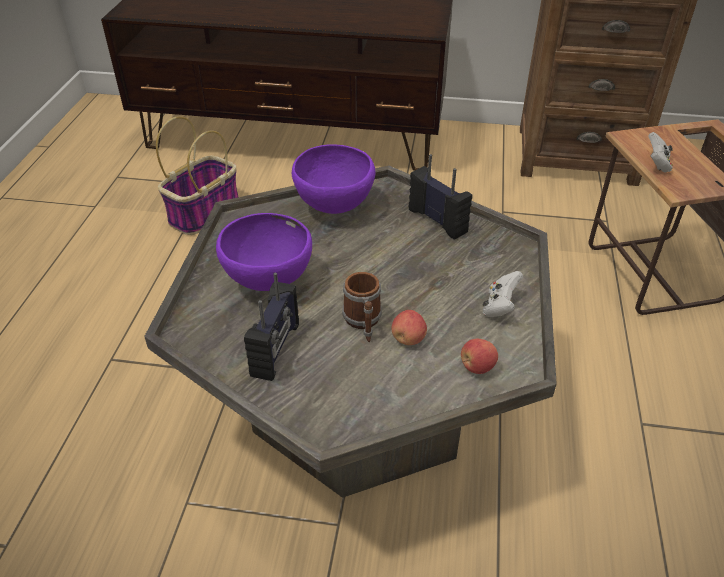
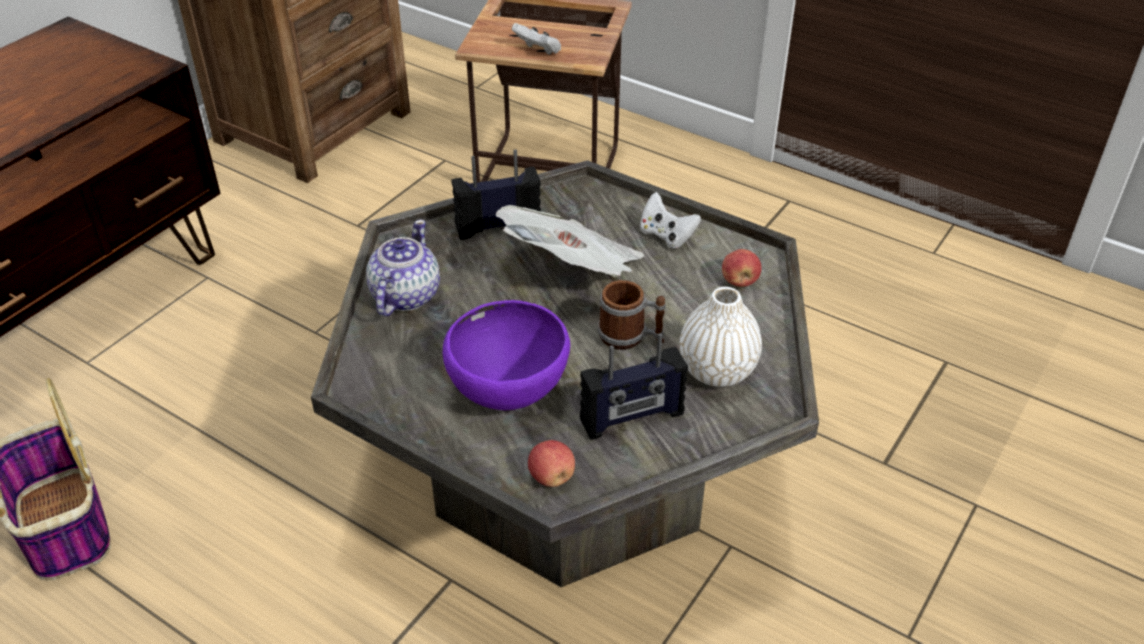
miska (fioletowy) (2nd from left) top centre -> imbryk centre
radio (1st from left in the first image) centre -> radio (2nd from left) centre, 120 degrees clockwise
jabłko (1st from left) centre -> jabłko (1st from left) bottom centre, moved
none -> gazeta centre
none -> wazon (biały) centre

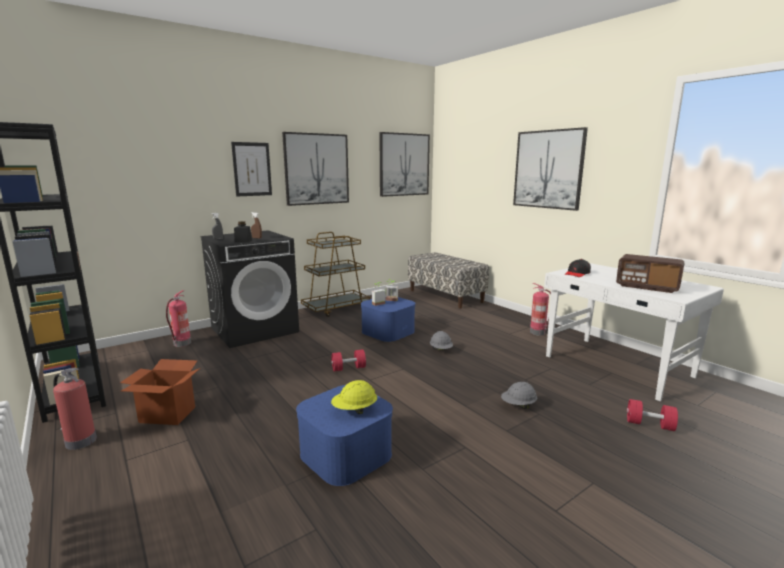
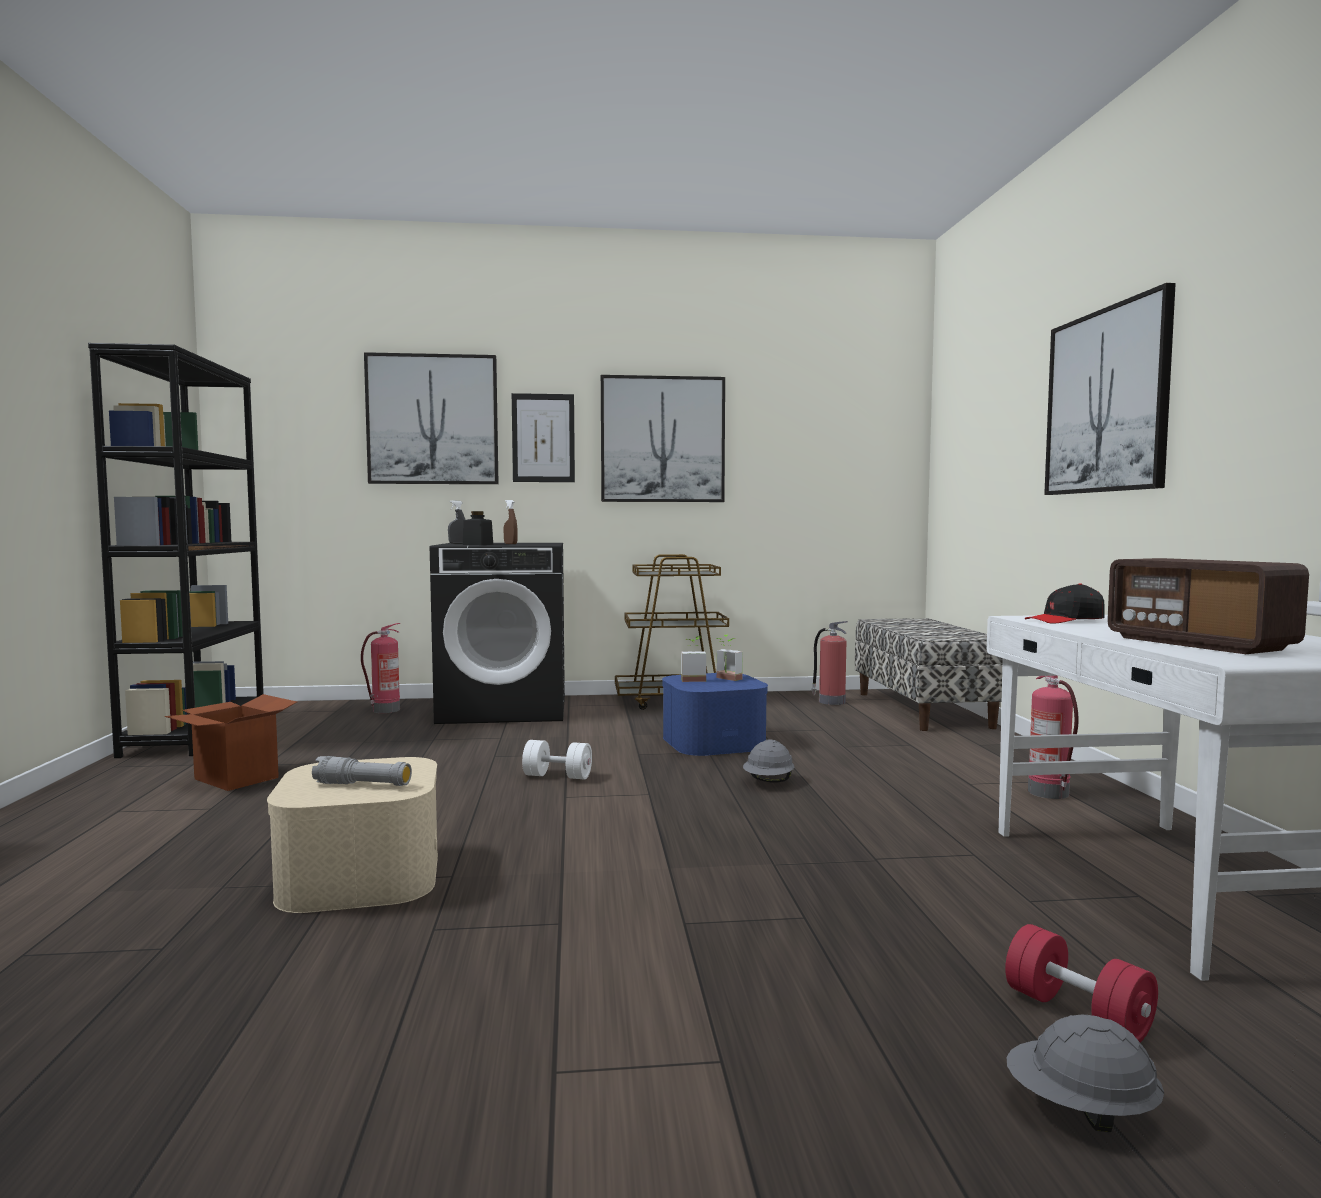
obraz (3rd from left in the first image) top centre -> obraz (1st from left) middle left, moved
hantel (czerwony) (1st from left) centre -> hantel (biały) centre
gaśnica (1st from left in the first image) bottom left -> gaśnica (2nd from left) centre, moved
kask (żółty) bottom centre -> latarka (szary) middle left
kask (szary) (2nd from left) bottom centre -> kask (szary) (2nd from left) bottom right, moved
pojemnik do przechowywania (niebieski) (1st from left) bottom centre -> pojemnik do przechowywania (beżowy) bottom left

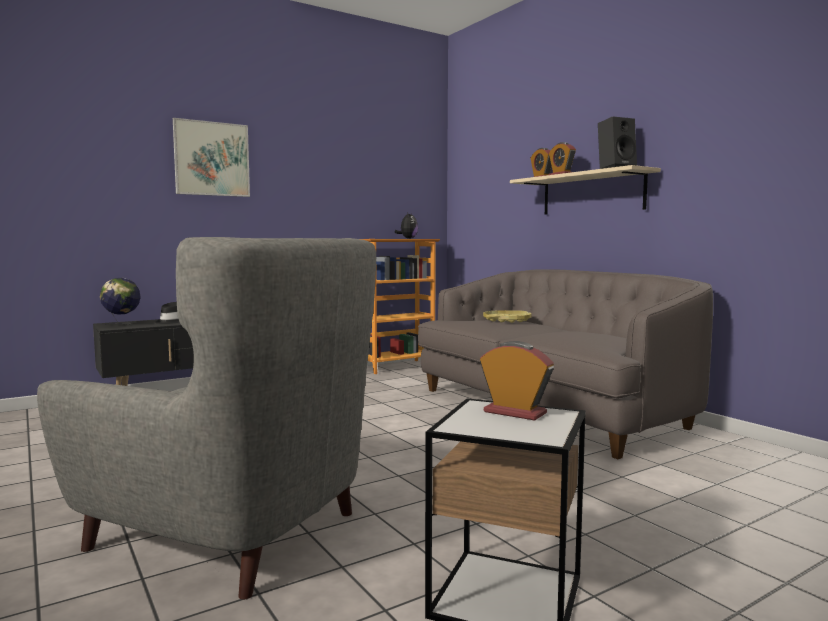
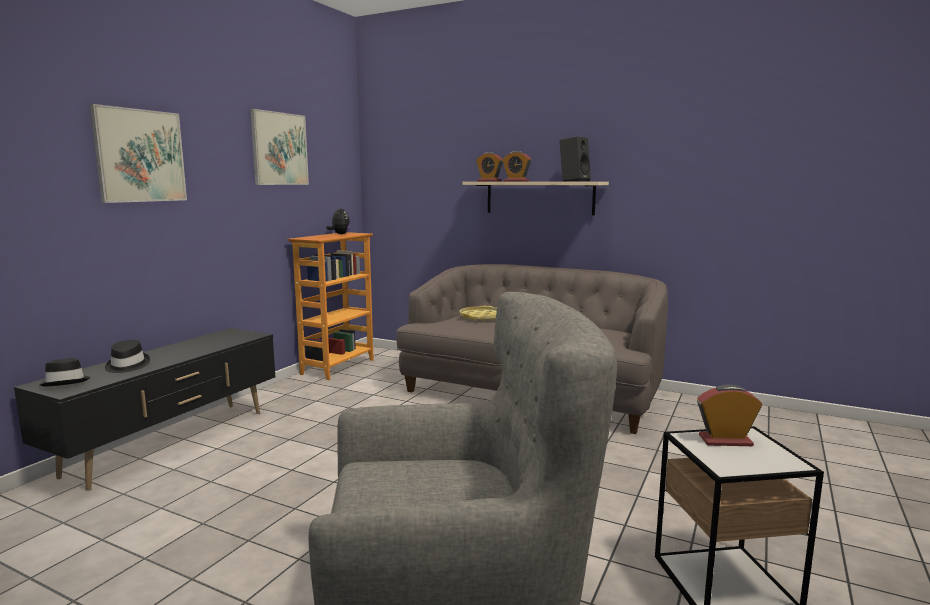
globus middle left -> kapelusz (czarny) (1st from left) middle left
none -> obraz (2nd from left) top left

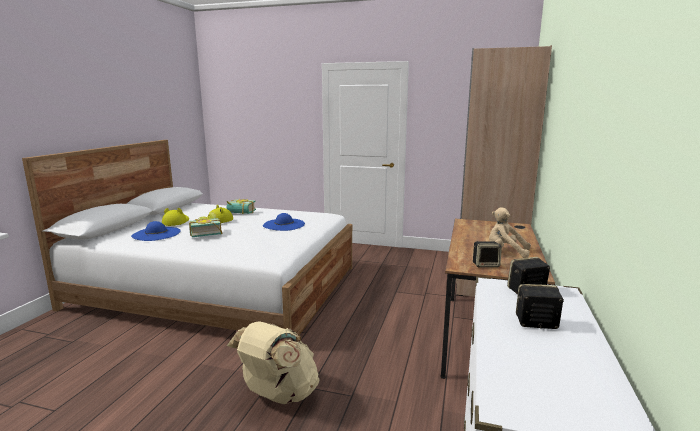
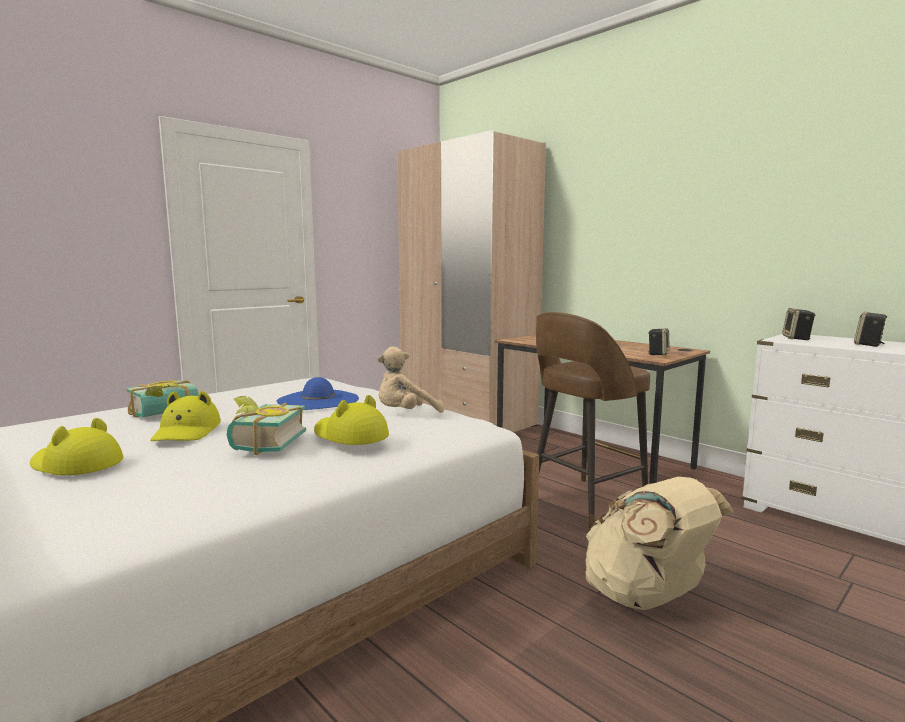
pluszak (beżowy) middle right -> pluszak (beżowy) centre, moved
kapelusz (niebieski) (1st from left) middle left -> none
none -> stołek (brązowy) centre
none -> kapelusz (żółty) (3rd from left) centre

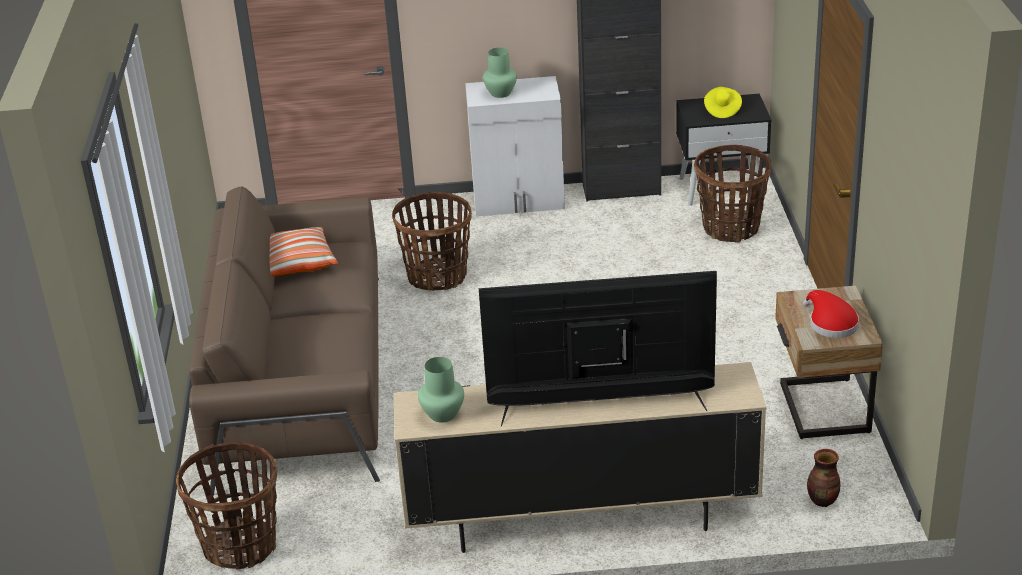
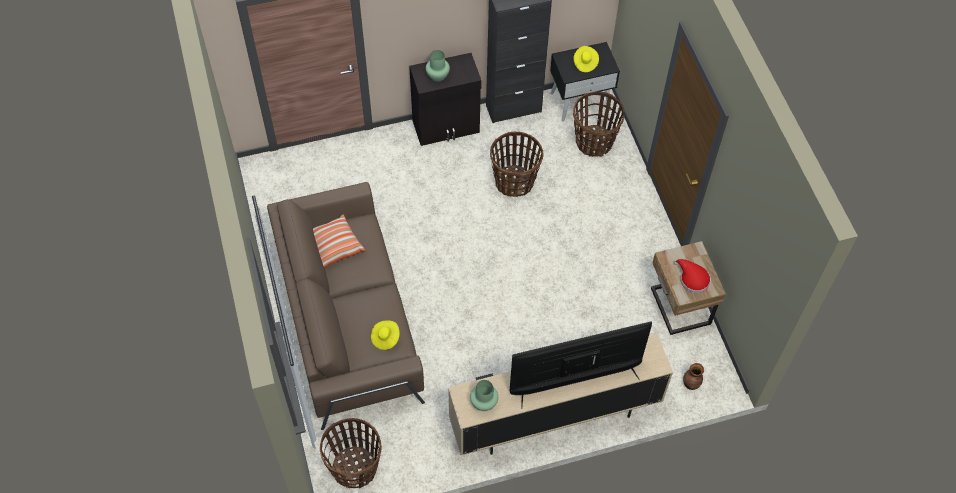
szafka (biały) top centre -> szafka (czarny) (1st from left) top centre
koszyk (2nd from left) centre -> koszyk (2nd from left) top centre, moved
none -> kapelusz (żółty) (1st from left) bottom centre

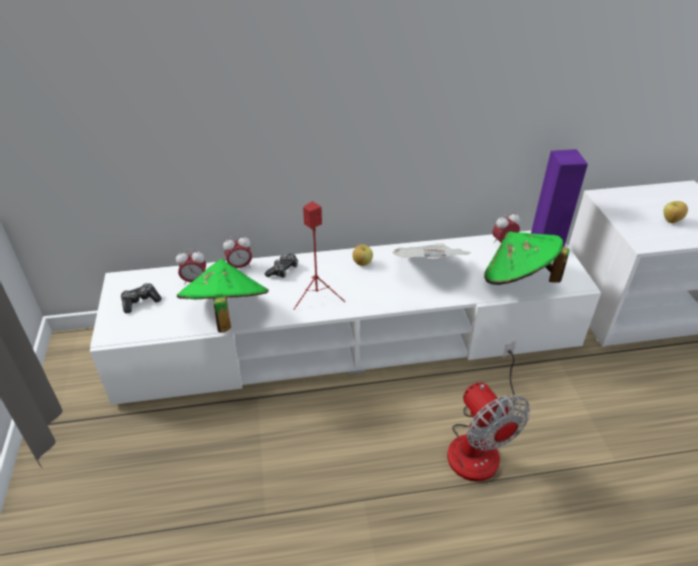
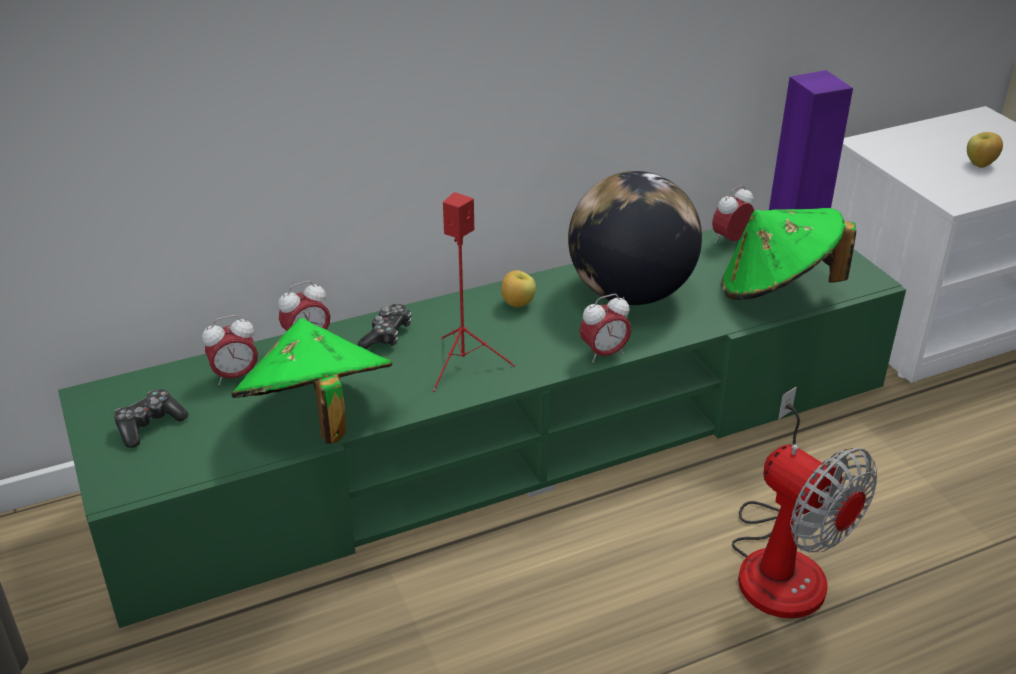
szafka pod telewizor (biały) centre -> szafka pod telewizor (zielony) centre
gazeta centre -> globus centre
none -> budzik (3rd from left) centre

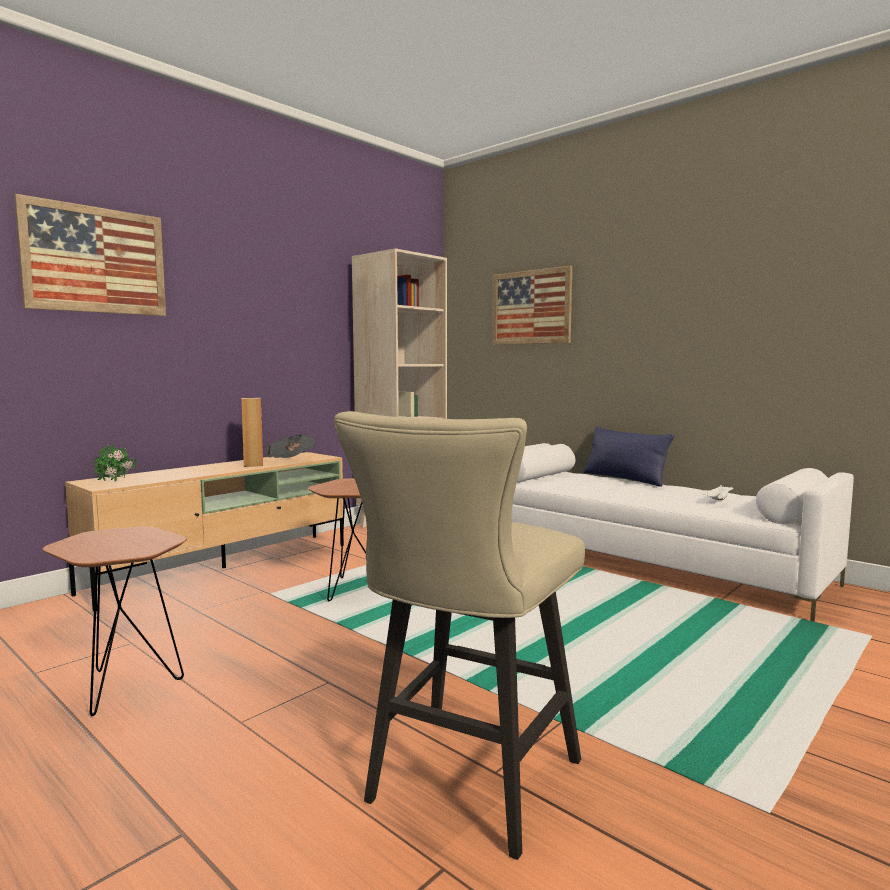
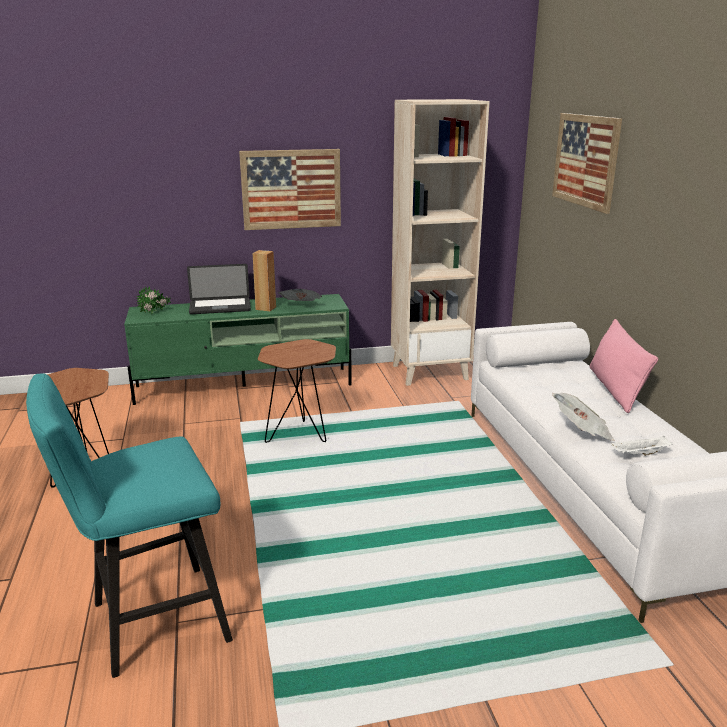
obraz (1st from left) top left -> obraz (1st from left) top centre, moved
stołek (beżowy) bottom centre -> stołek (turkusowy) bottom left
poduszka (niebieski) middle right -> poduszka (różowy) middle right
szafka pod telewizor (beżowy) middle left -> szafka pod telewizor (zielony) middle left
none -> laptop middle left
none -> gazeta (2nd from left) middle right

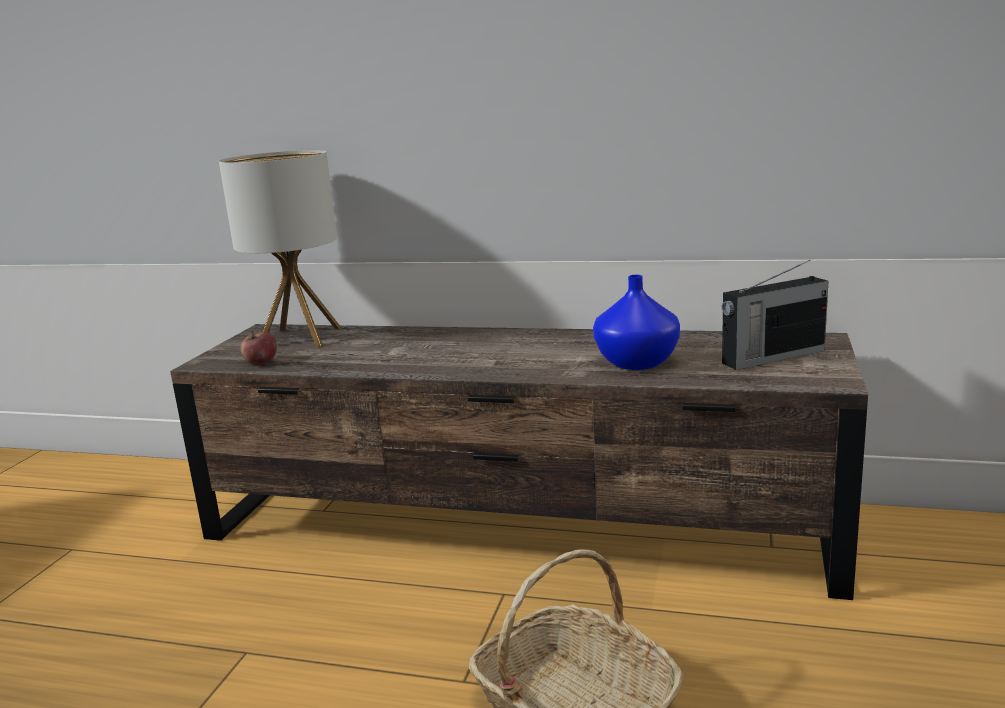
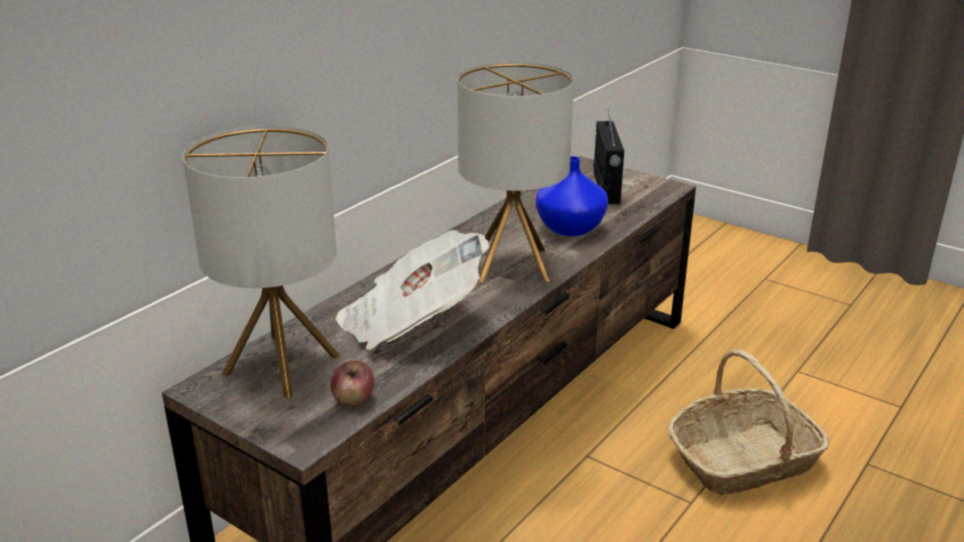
none -> lampa stołowa (2nd from left) top centre
none -> gazeta centre

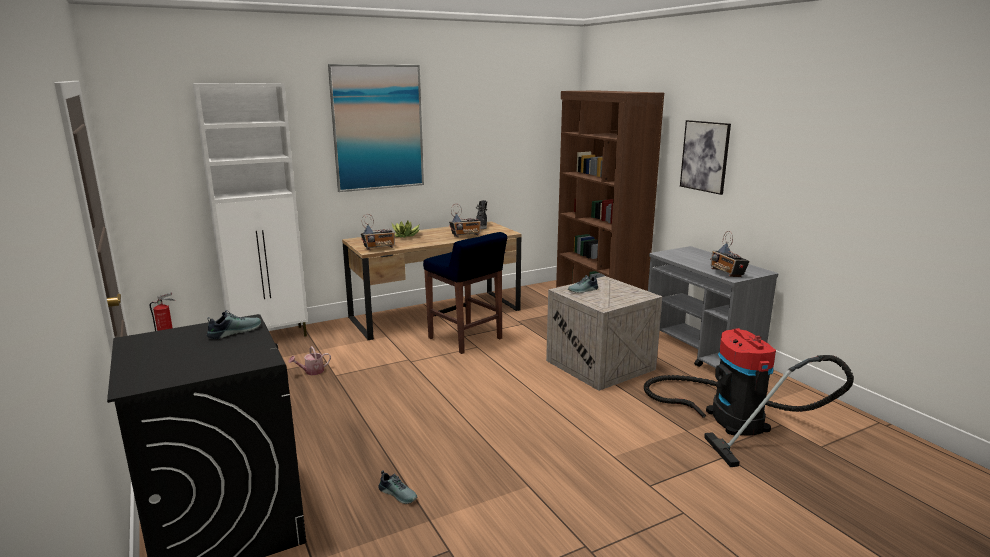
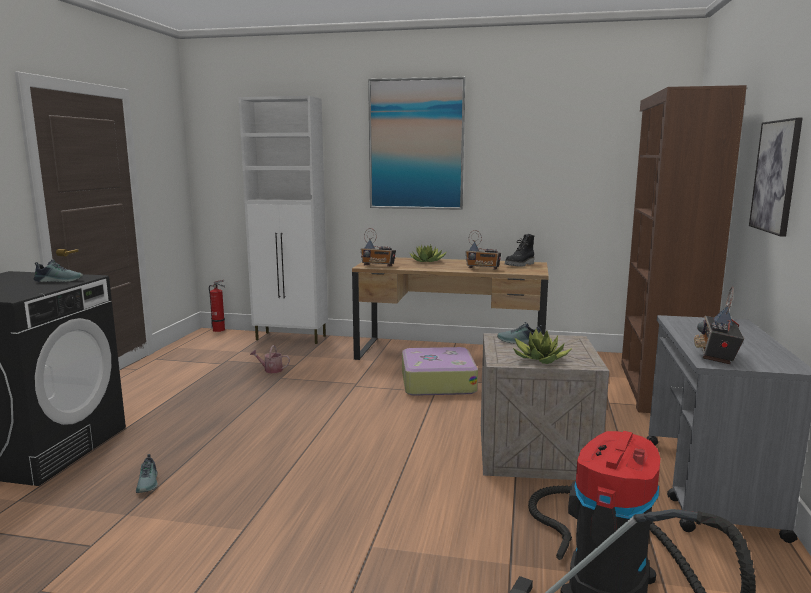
stołek (niebieski) centre -> walizka centre
none -> roślina doniczkowa (2nd from left) middle right

